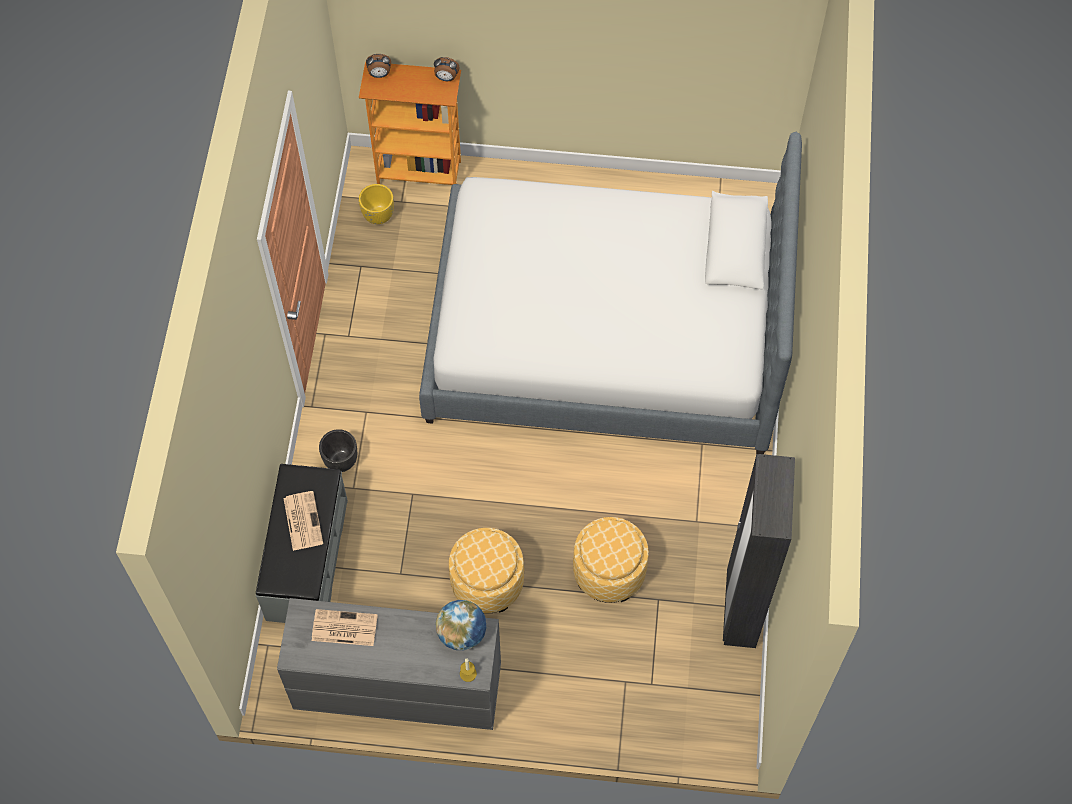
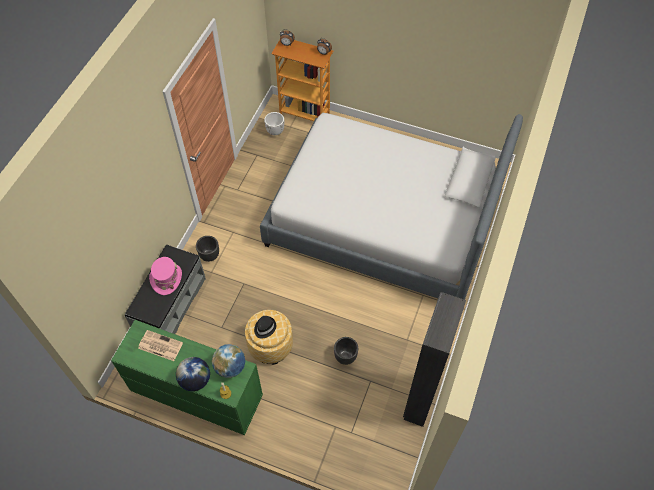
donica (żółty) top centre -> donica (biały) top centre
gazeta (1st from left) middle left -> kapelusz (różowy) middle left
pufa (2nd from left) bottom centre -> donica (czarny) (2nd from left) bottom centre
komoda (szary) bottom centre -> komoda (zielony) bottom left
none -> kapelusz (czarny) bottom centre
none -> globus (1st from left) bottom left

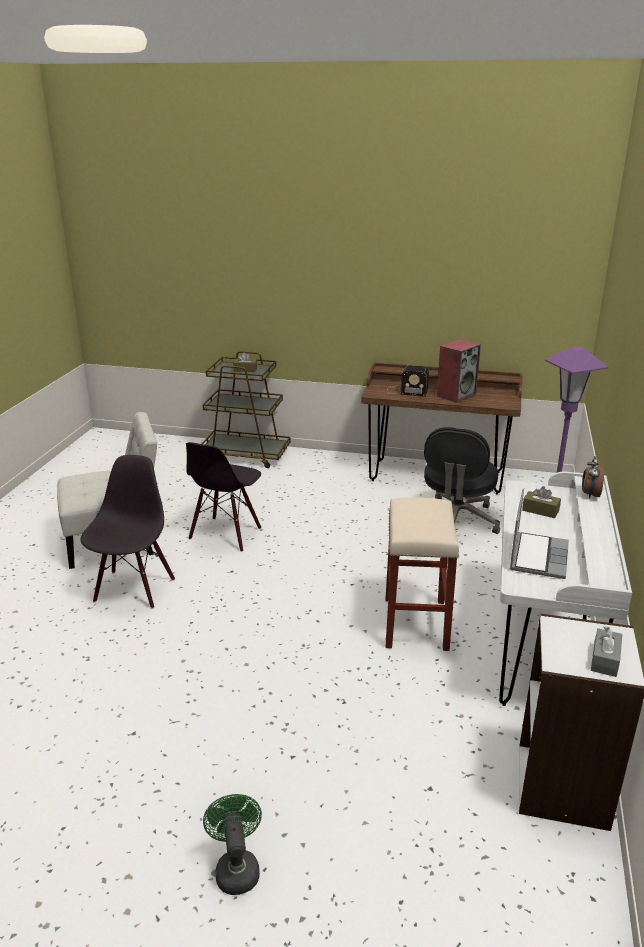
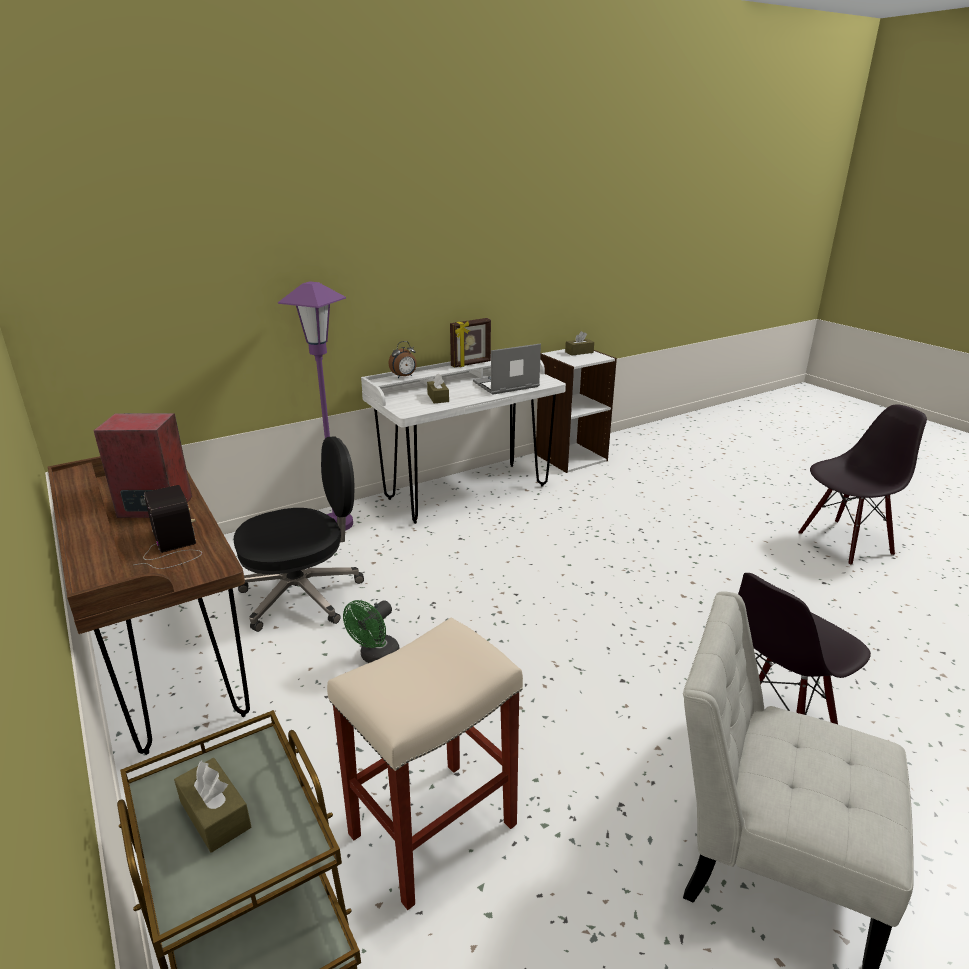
krzesło (czarny) (2nd from left) centre -> krzesło (czarny) (2nd from left) middle right, moved
stołek (beżowy) centre -> stołek (beżowy) bottom centre, moved
pudełko chusteczek (szary) bottom right -> pudełko chusteczek (brązowy) (3rd from left) centre
wentylator (zielony) bottom centre -> wentylator (zielony) centre, moved
none -> ramka na zdjęcie centre

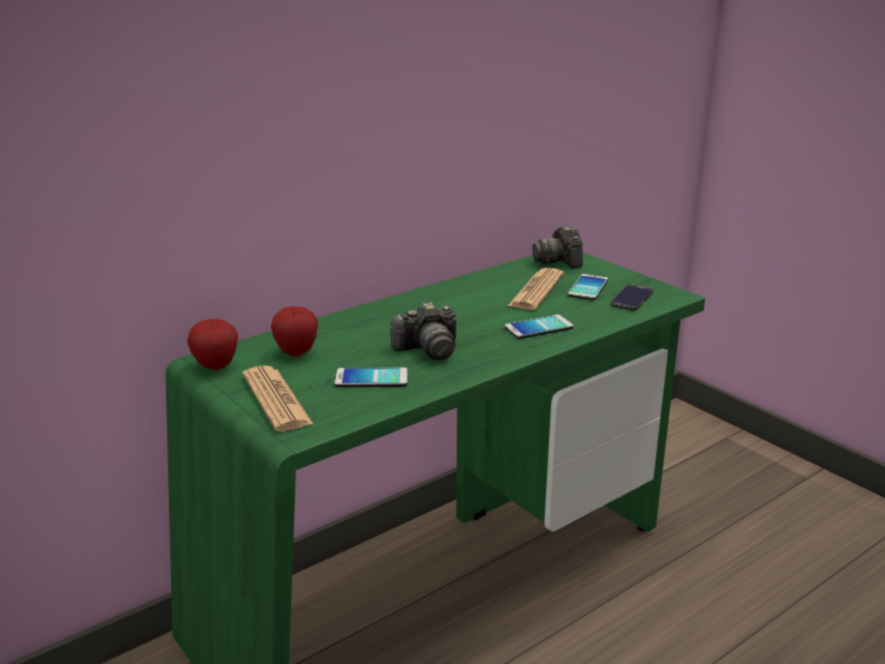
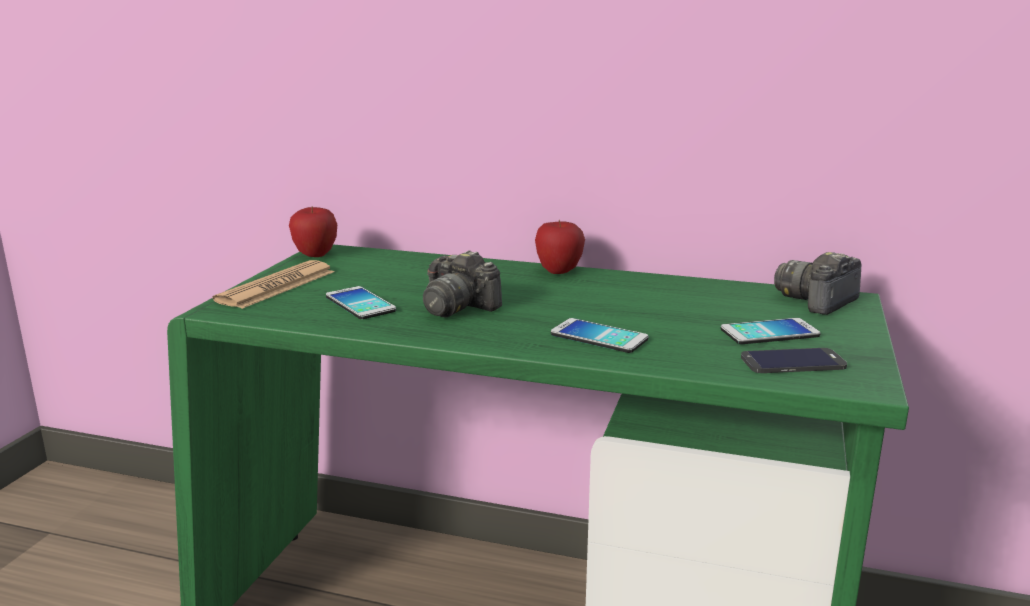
gazeta (2nd from left) centre -> none
jabłko (2nd from left) middle left -> jabłko (2nd from left) centre, moved

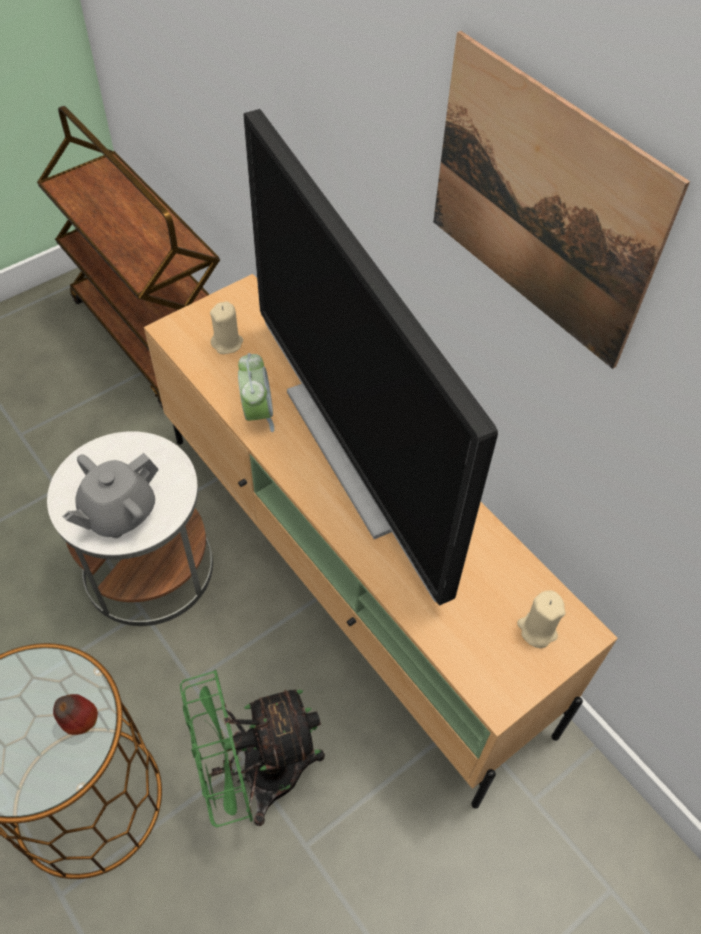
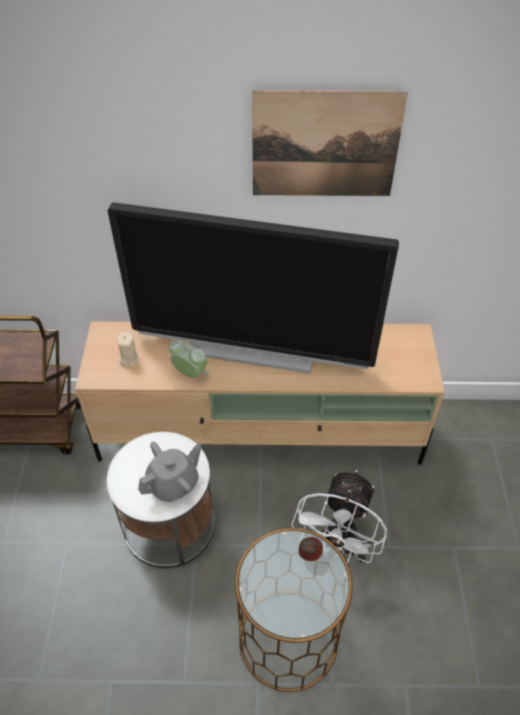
imbryk (szary) middle left, 120 degrees counterclockwise
świeca (beżowy) (2nd from left) middle right -> none
wentylator (zielony) bottom centre -> wentylator (biały) bottom centre

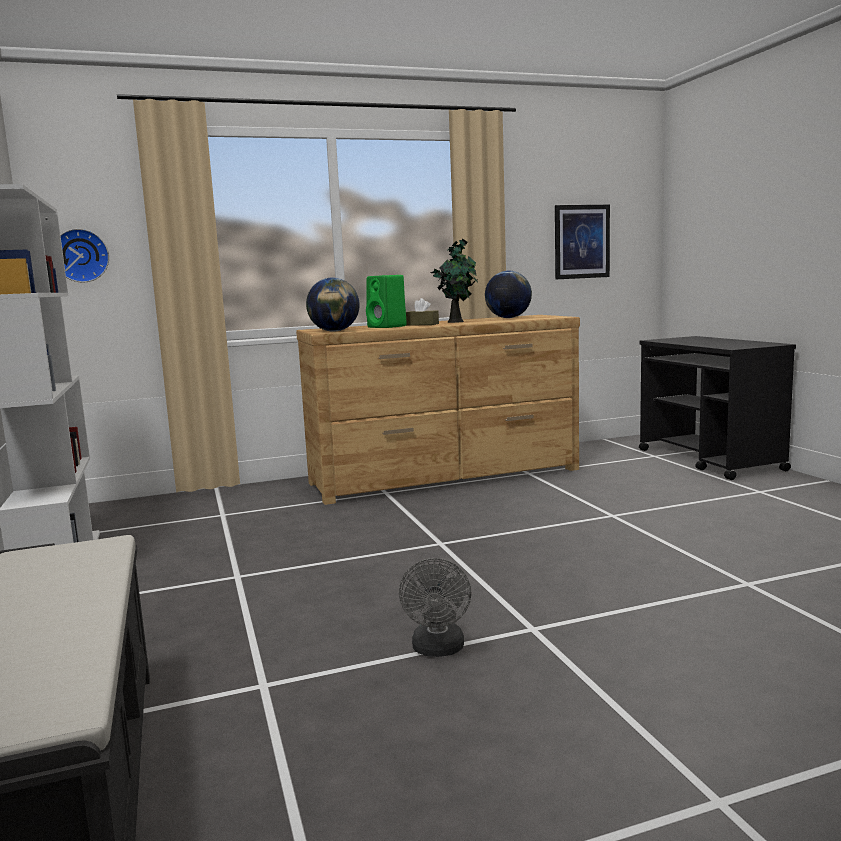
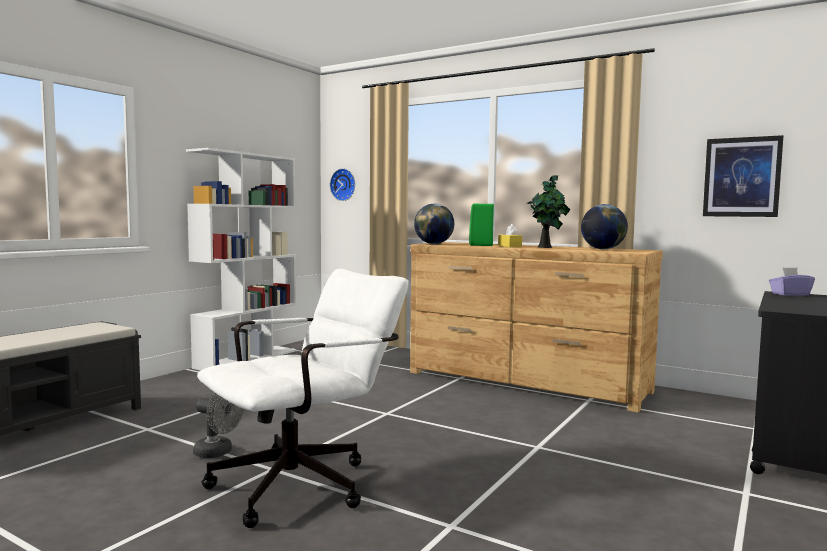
pudełko chusteczek (brązowy) centre -> pudełko chusteczek (żółty) centre
wentylator (szary) bottom centre -> wentylator (szary) bottom left, 120 degrees counterclockwise
none -> pudełko chusteczek (fioletowy) middle right
none -> krzesło biurowe (biały) bottom centre

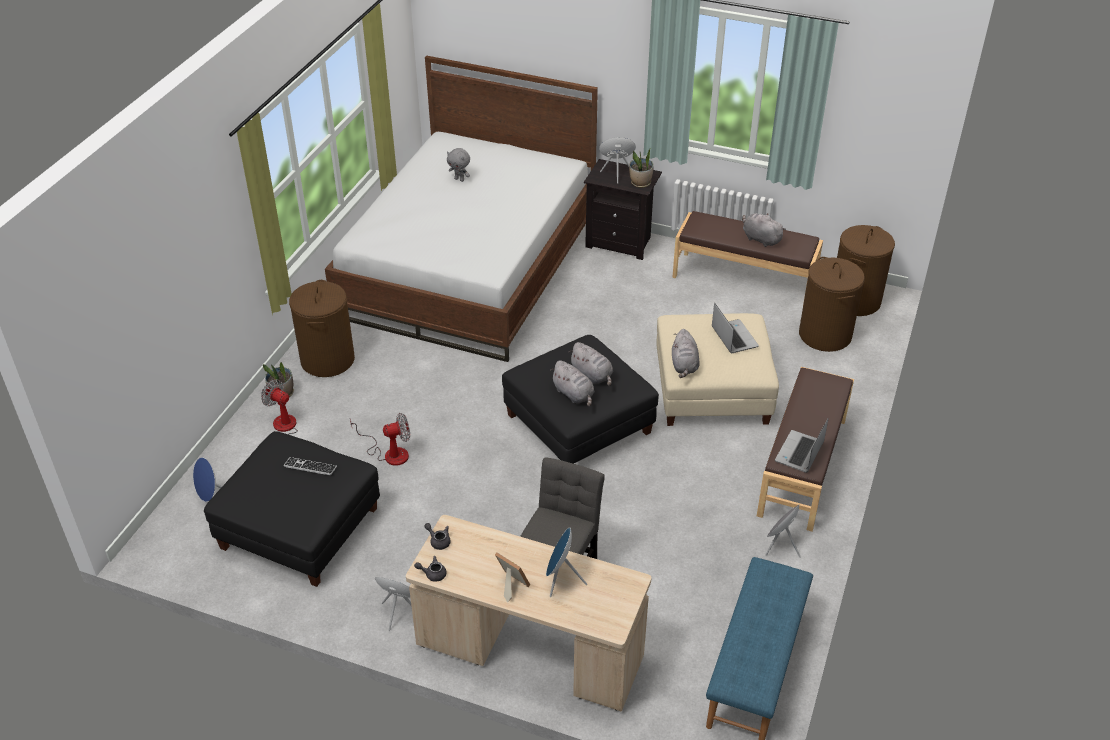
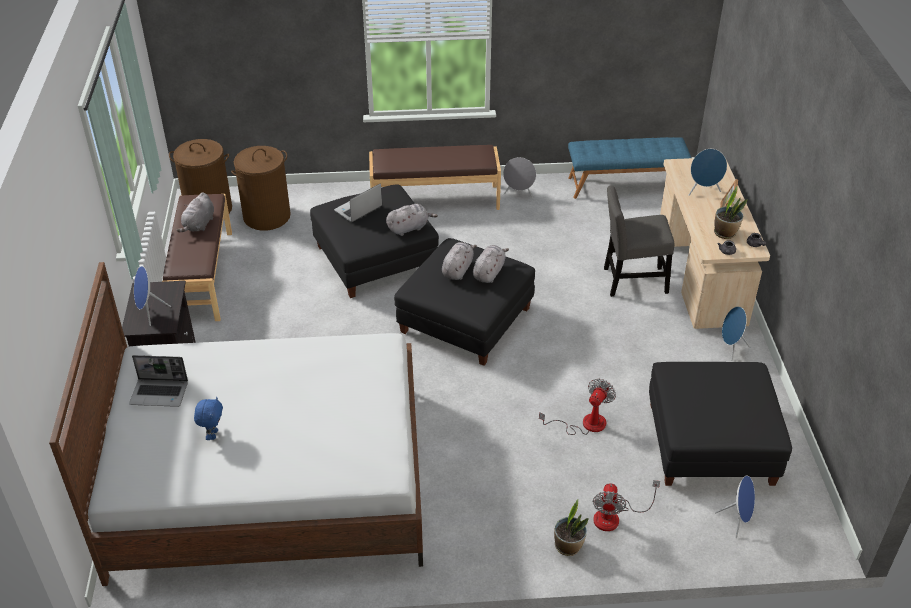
pluszak (szary) (1st from left) top centre -> pluszak (niebieski) bottom left
roślina doniczkowa (2nd from left) top centre -> roślina doniczkowa (2nd from left) middle right, moved
kosz na pranie (brązowy) (1st from left) middle left -> none
pufa (beżowy) centre -> pufa (czarny) (1st from left) centre
wentylator (2nd from left in the first image) centre -> wentylator (1st from left) bottom centre, 75 degrees clockwise
laptop (2nd from left in the first image) middle right -> laptop (1st from left) middle left, moved
klawiatura middle left -> none

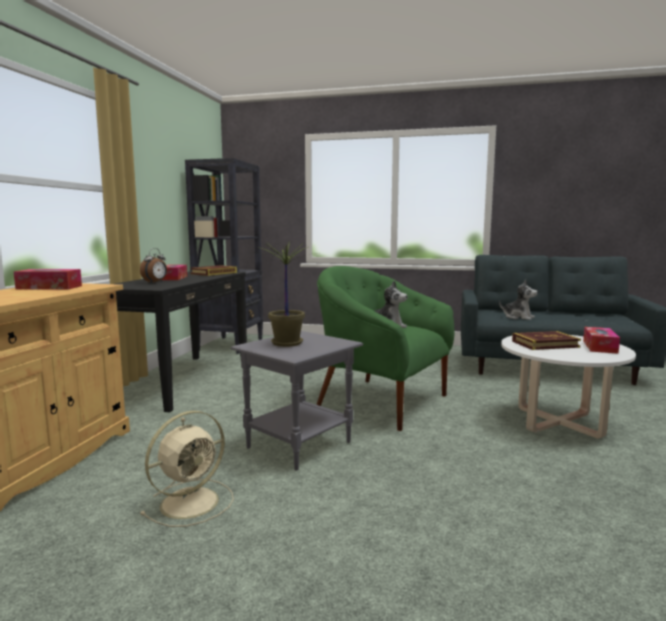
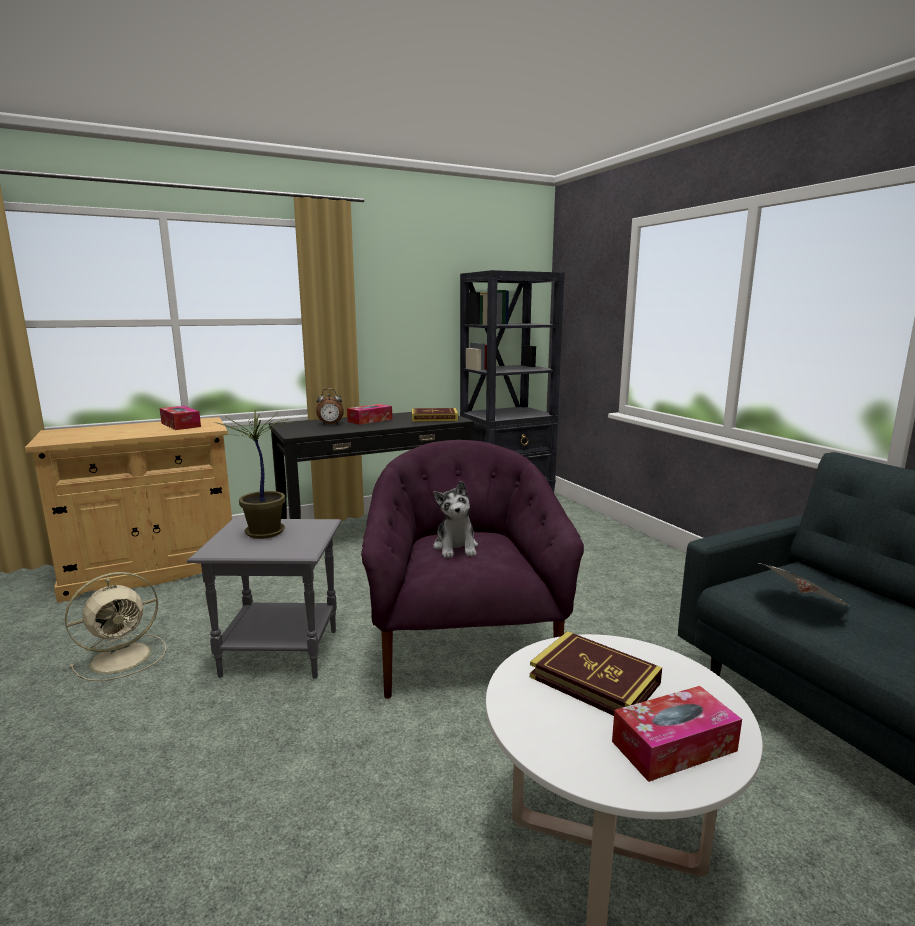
fotel (zielony) centre -> fotel (fioletowy) centre
pluszak (2nd from left) middle right -> gazeta middle right
wentylator (beżowy) bottom left, 45 degrees counterclockwise

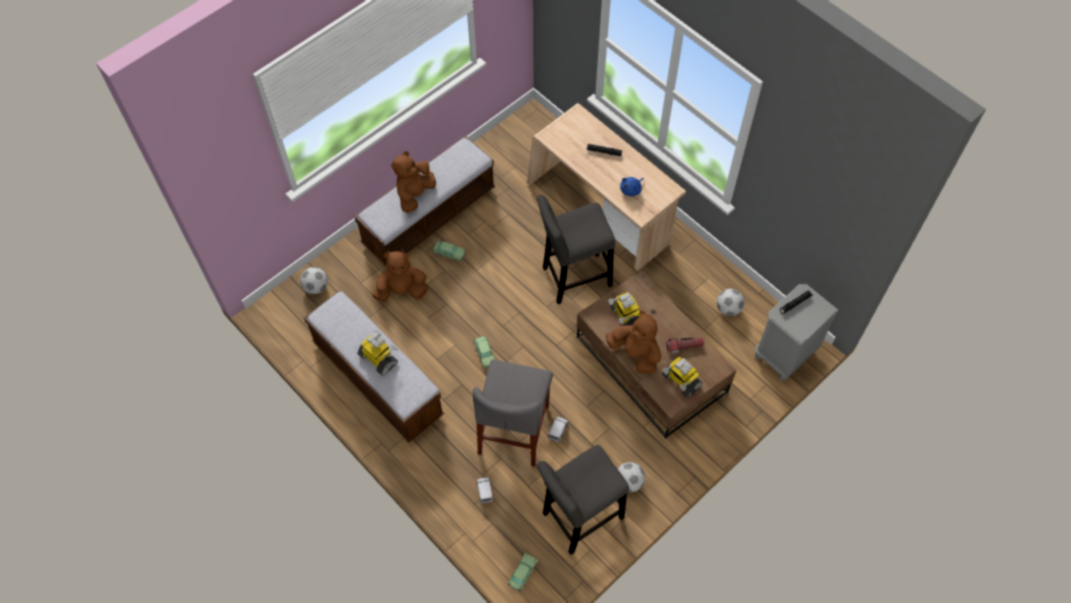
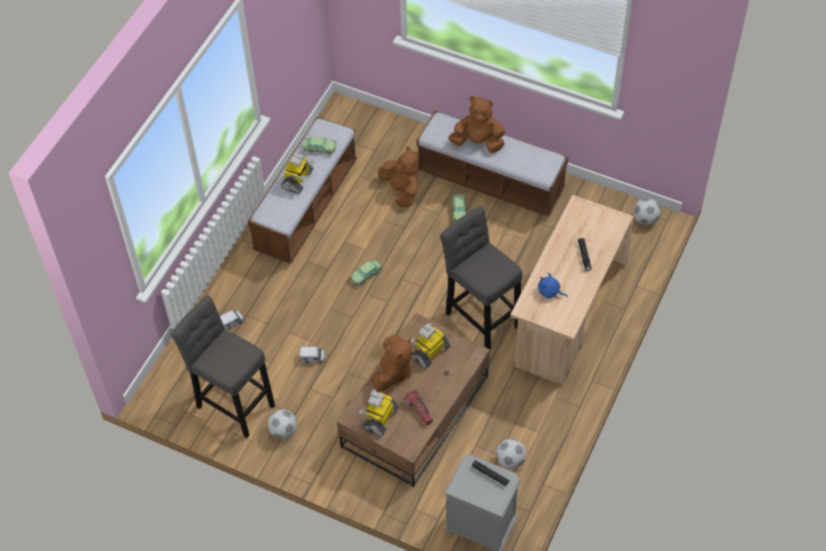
piłka futbolowa (1st from left in the first image) middle left -> piłka futbolowa (3rd from left) middle right, moved
krzesło (szary) bottom centre -> none
samochodzik (3rd from left in the first image) bottom centre -> samochodzik (1st from left) top centre, moved

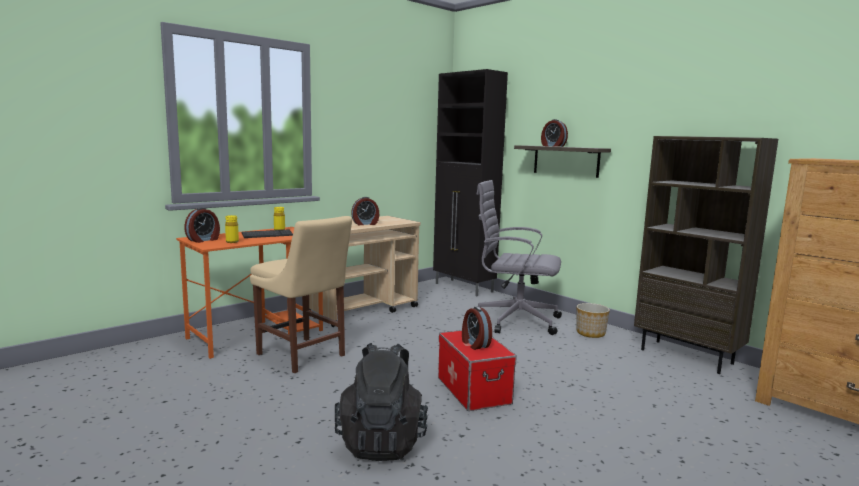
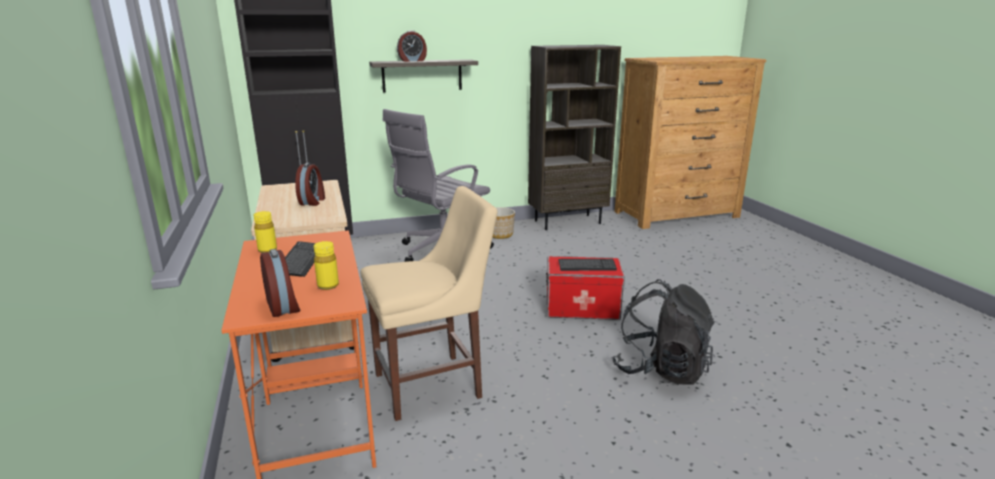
budzik (3rd from left) bottom centre -> klawiatura (2nd from left) centre

